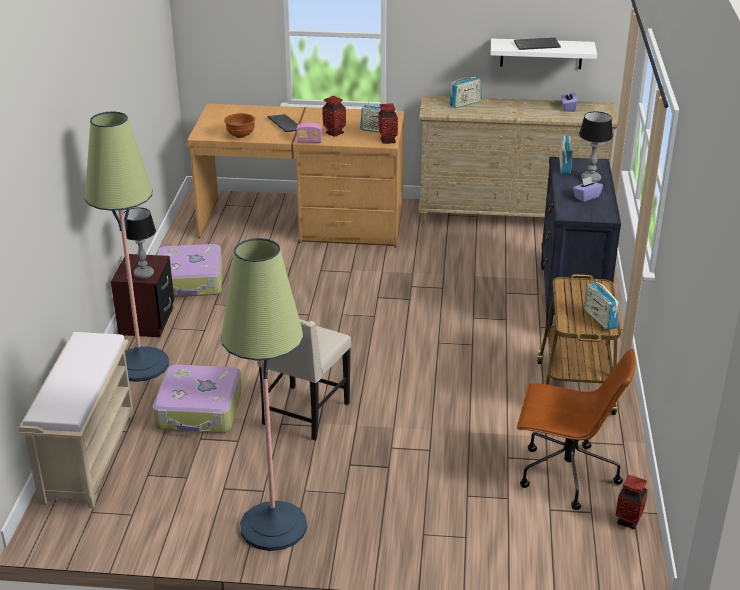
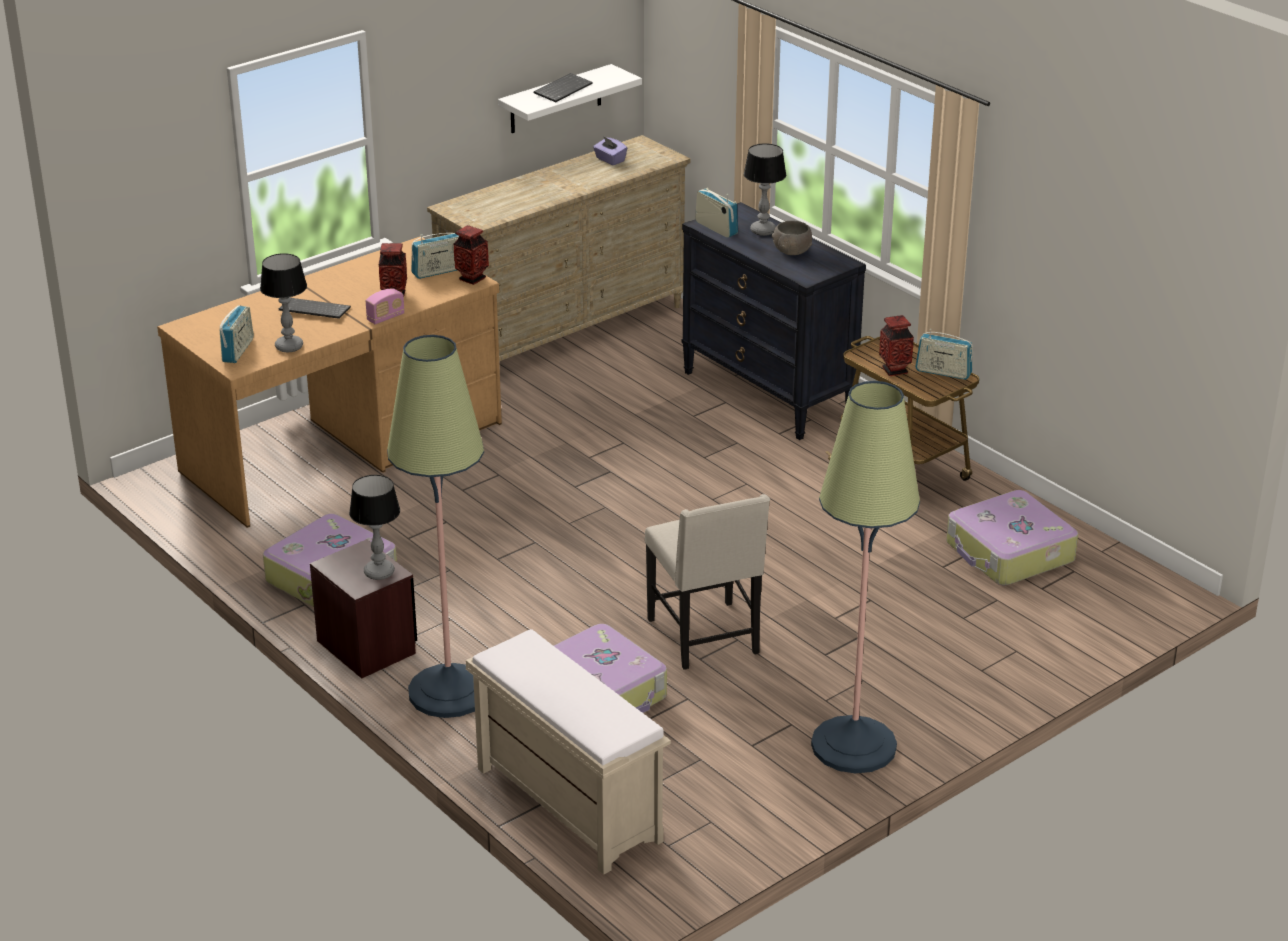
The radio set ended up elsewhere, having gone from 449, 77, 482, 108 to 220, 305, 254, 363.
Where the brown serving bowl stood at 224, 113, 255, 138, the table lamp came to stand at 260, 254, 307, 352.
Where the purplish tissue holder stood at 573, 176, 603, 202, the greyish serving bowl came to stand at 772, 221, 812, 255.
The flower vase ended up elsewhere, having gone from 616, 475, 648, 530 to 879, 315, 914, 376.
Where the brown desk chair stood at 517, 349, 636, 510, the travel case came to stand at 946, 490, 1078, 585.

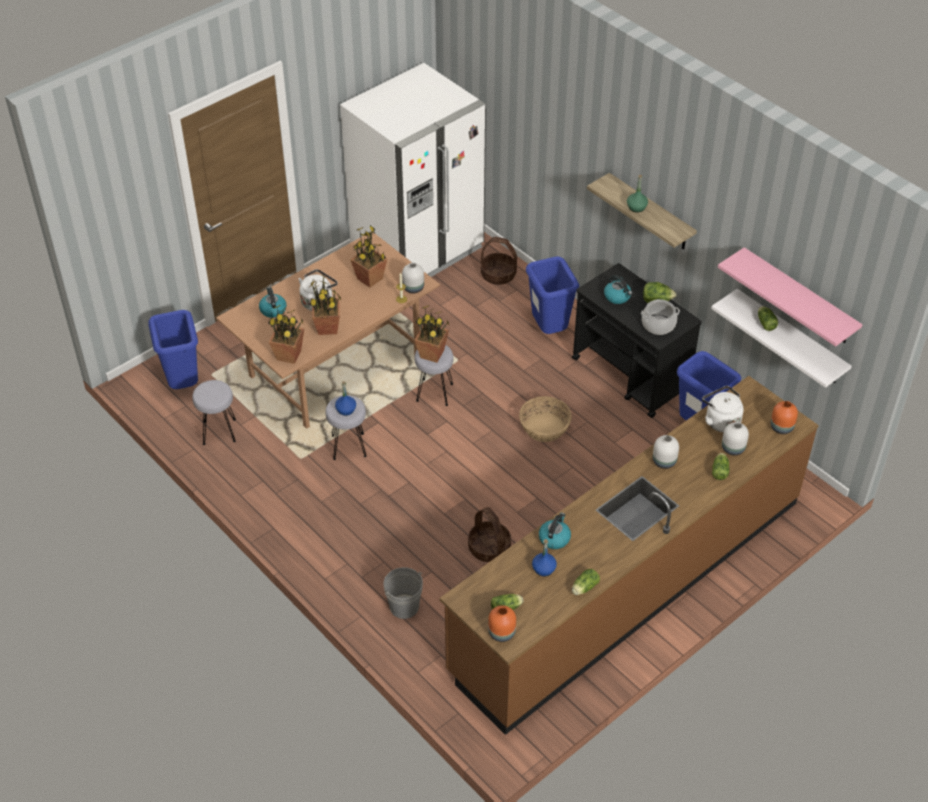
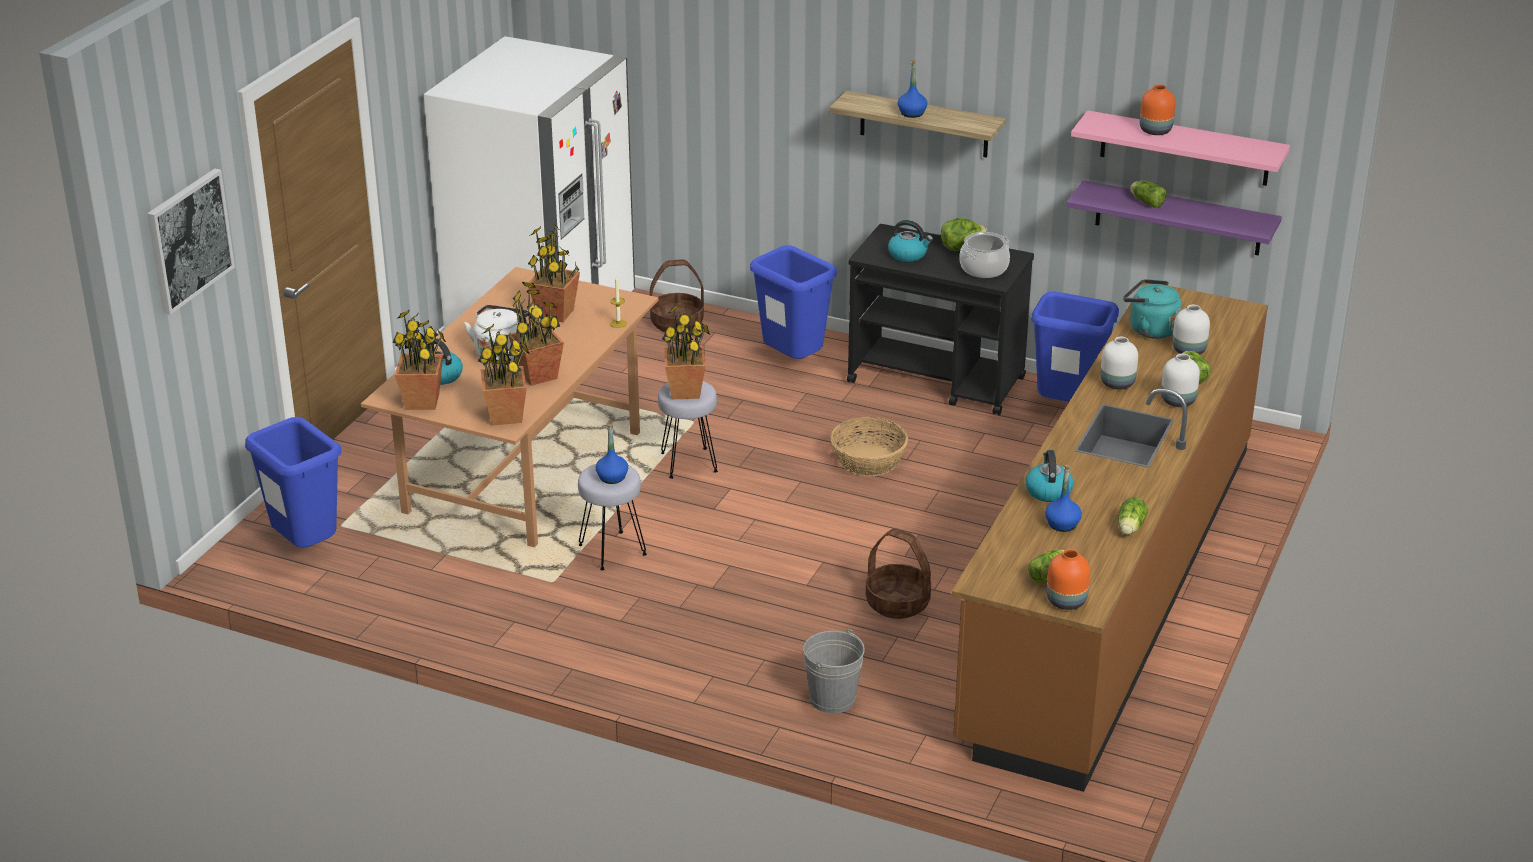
The second view gained the wall picture at 147, 168, 235, 315.
The second view gained the potted plant at 392, 310, 447, 410.
What was the greenish beverage bottle at 627, 175, 648, 213 turned into the blue-coloured beverage bottle at 897, 59, 927, 118.
What was the whitish wall shelf at 711, 289, 852, 388 turned into the purplish wall shelf at 1067, 180, 1282, 256.
What was the whitish tea kettle at 702, 386, 744, 432 turned into the blue-green tea kettle at 1123, 279, 1182, 339.
The orangey flower vase ended up elsewhere, having gone from 771, 401, 798, 434 to 1140, 84, 1175, 135.
The whitish flower vase ended up elsewhere, having gone from 402, 262, 424, 293 to 1161, 354, 1200, 407.
The second view lost the greyish sitting stool at 192, 380, 236, 445.

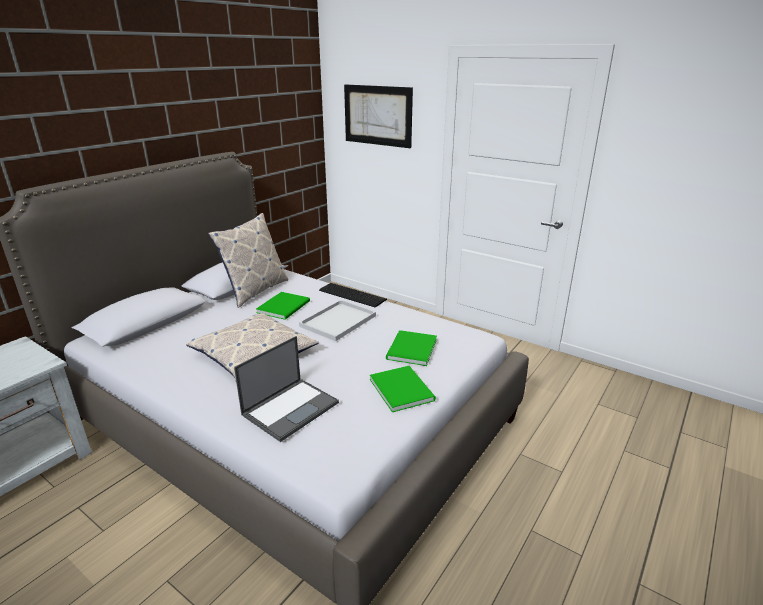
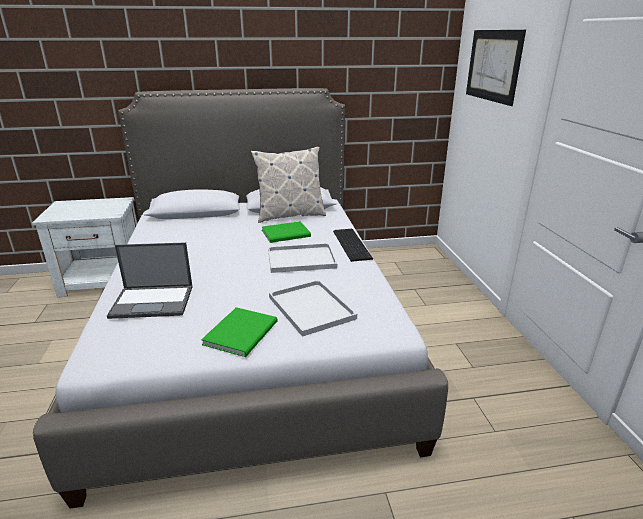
Where the greenish bound book stood at 386, 330, 437, 366, the whitish carrying tray came to stand at 269, 280, 357, 337.
The second view lost the throw pillow at 186, 313, 319, 381.

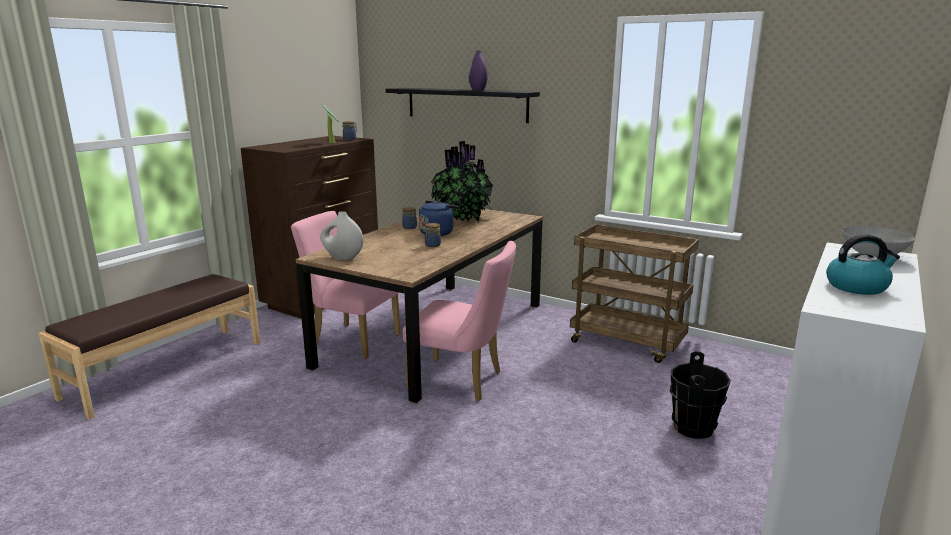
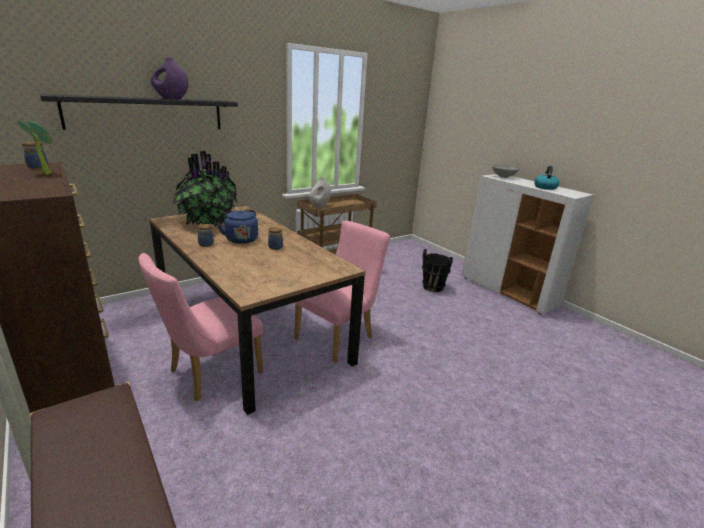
The whitish flower vase ended up elsewhere, having gone from 320, 211, 364, 260 to 309, 177, 331, 208.

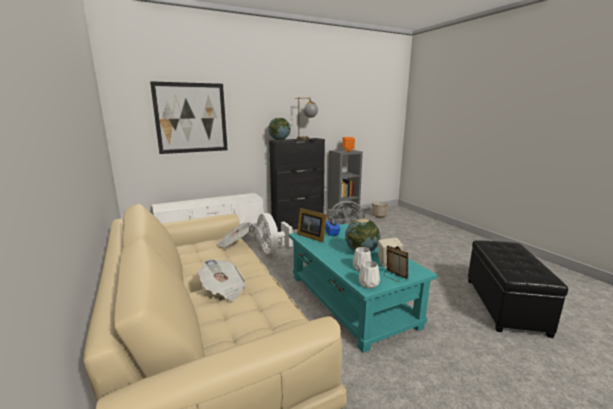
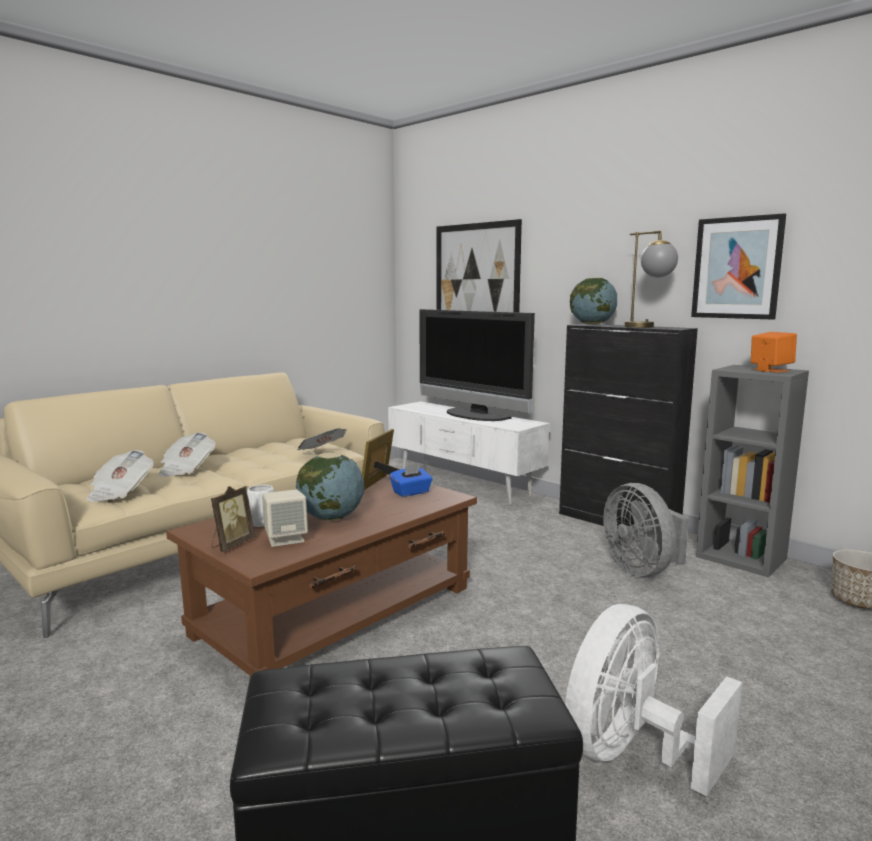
The second view gained the newspaper at 86, 450, 154, 502.
What was the blue-green lounge table at 289, 224, 437, 353 turned into the brown lounge table at 166, 474, 477, 677.
The second view gained the TV set at 419, 309, 535, 421.
The whitish fan ended up elsewhere, having gone from 257, 213, 293, 254 to 565, 604, 742, 797.
The second view gained the wall picture at 691, 213, 786, 320.
The second view lost the whitish flower vase at 359, 261, 380, 288.

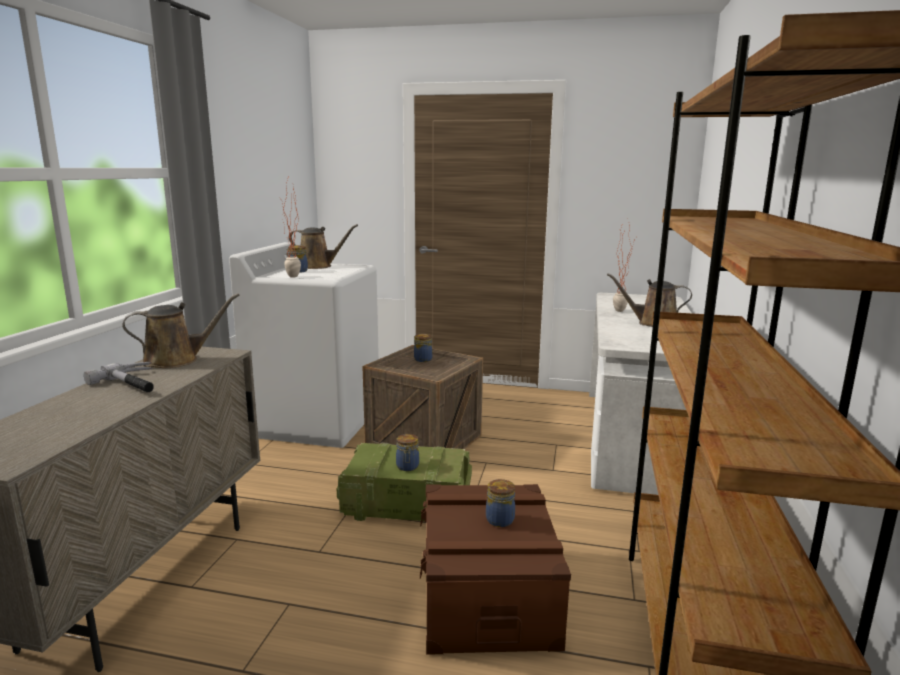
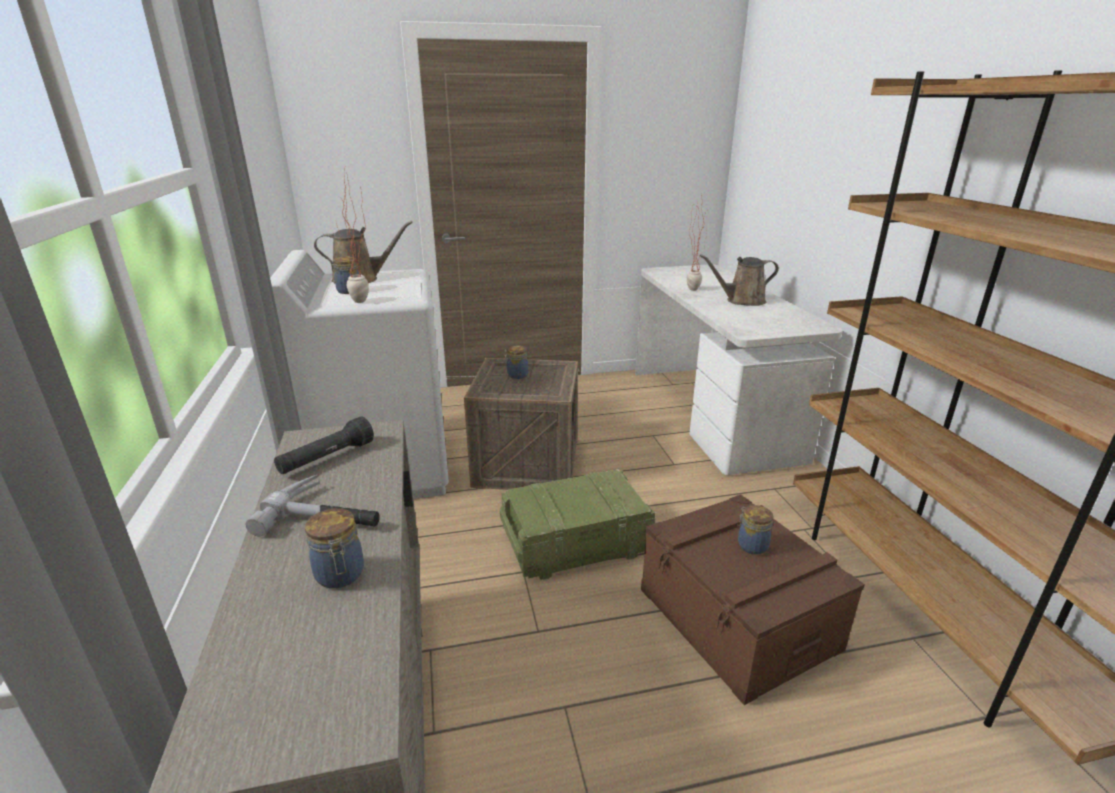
Where the brown watering pot stood at 122, 293, 240, 368, the black torch came to stand at 274, 416, 374, 474.
The storage jar ended up elsewhere, having gone from 396, 434, 419, 471 to 305, 508, 364, 588.

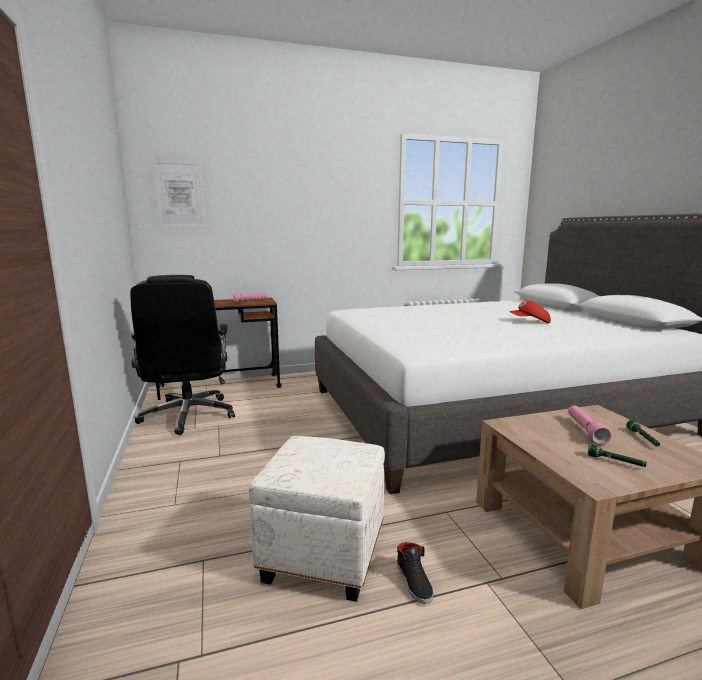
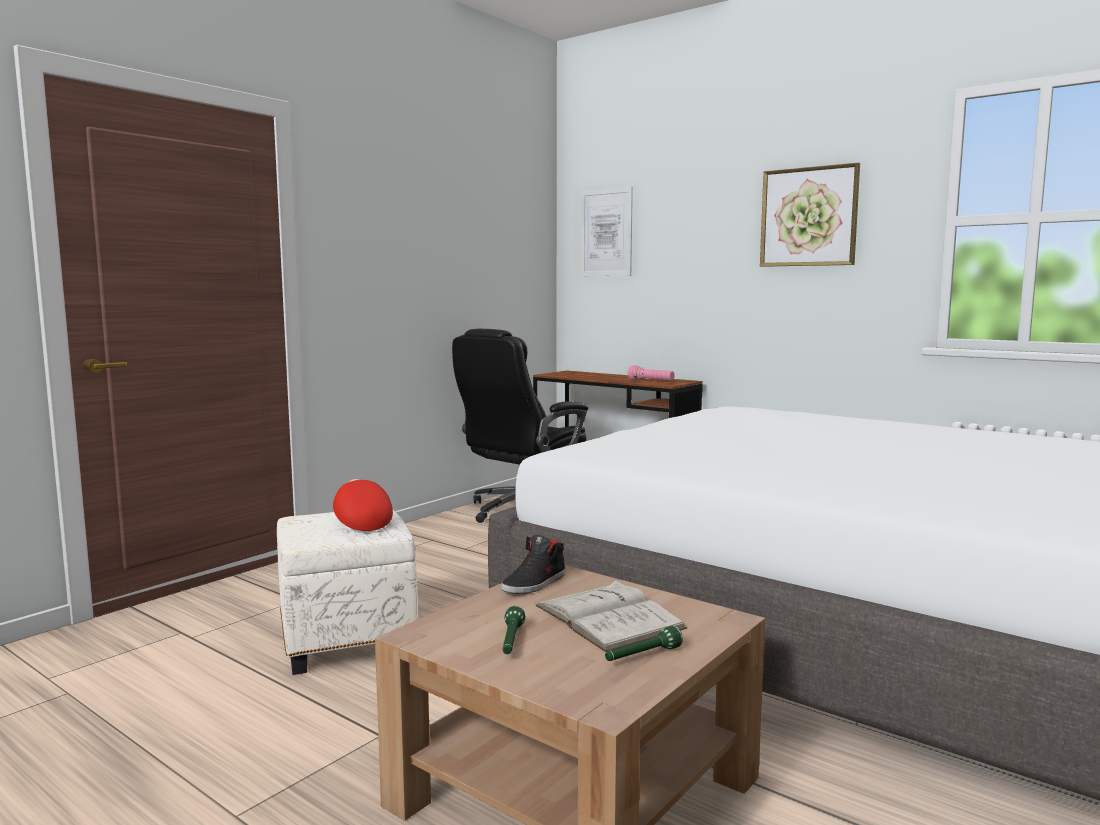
The red baseball cap ended up elsewhere, having gone from 509, 301, 551, 323 to 333, 479, 393, 531.
The black shoe ended up elsewhere, having gone from 397, 542, 433, 604 to 501, 535, 565, 594.
Where the pink torch stood at 568, 405, 611, 445, the whitish bound book came to stand at 535, 579, 687, 652.
The second view gained the wall picture at 760, 163, 860, 267.

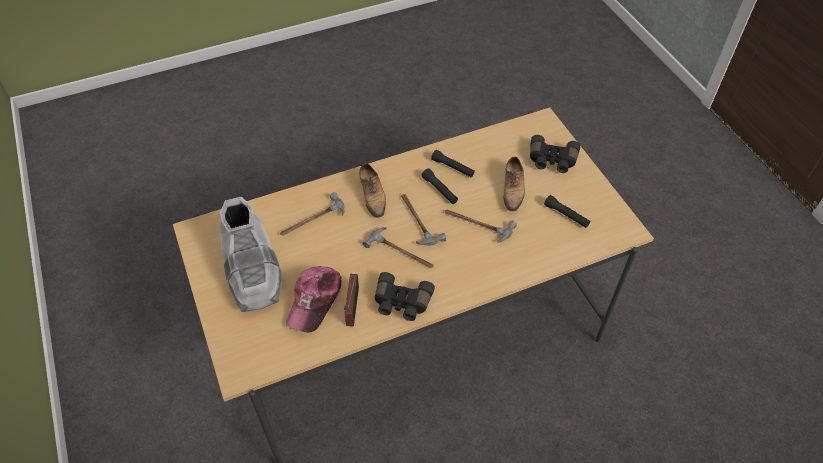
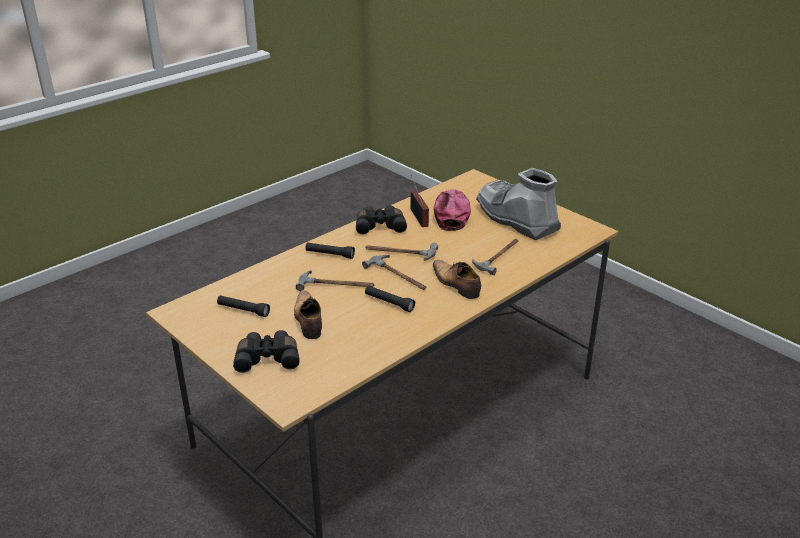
The black torch ended up elsewhere, having gone from 431, 150, 475, 177 to 305, 242, 355, 259.

